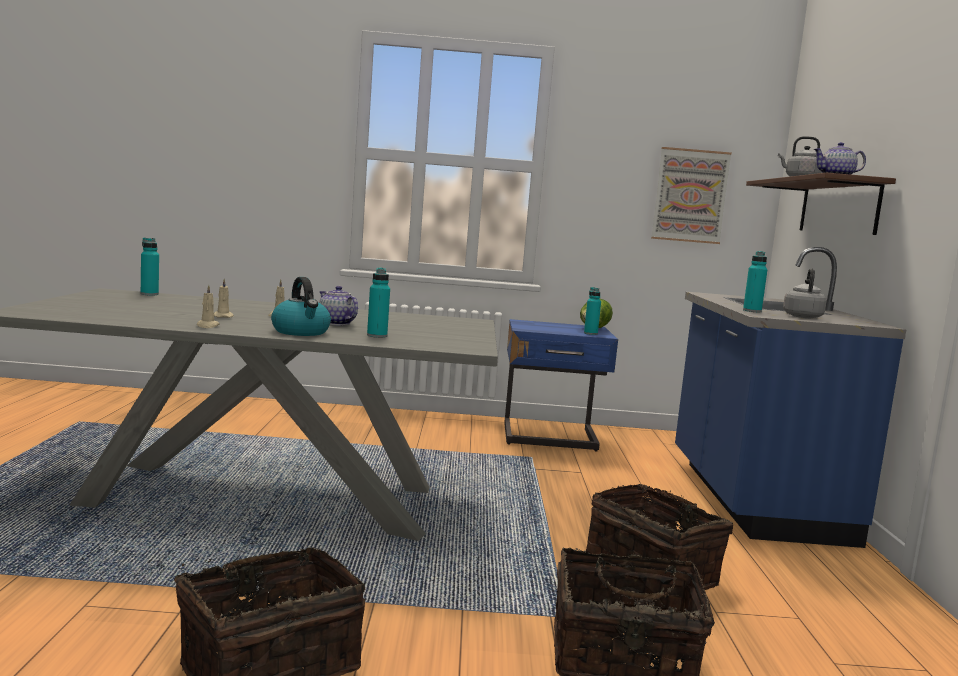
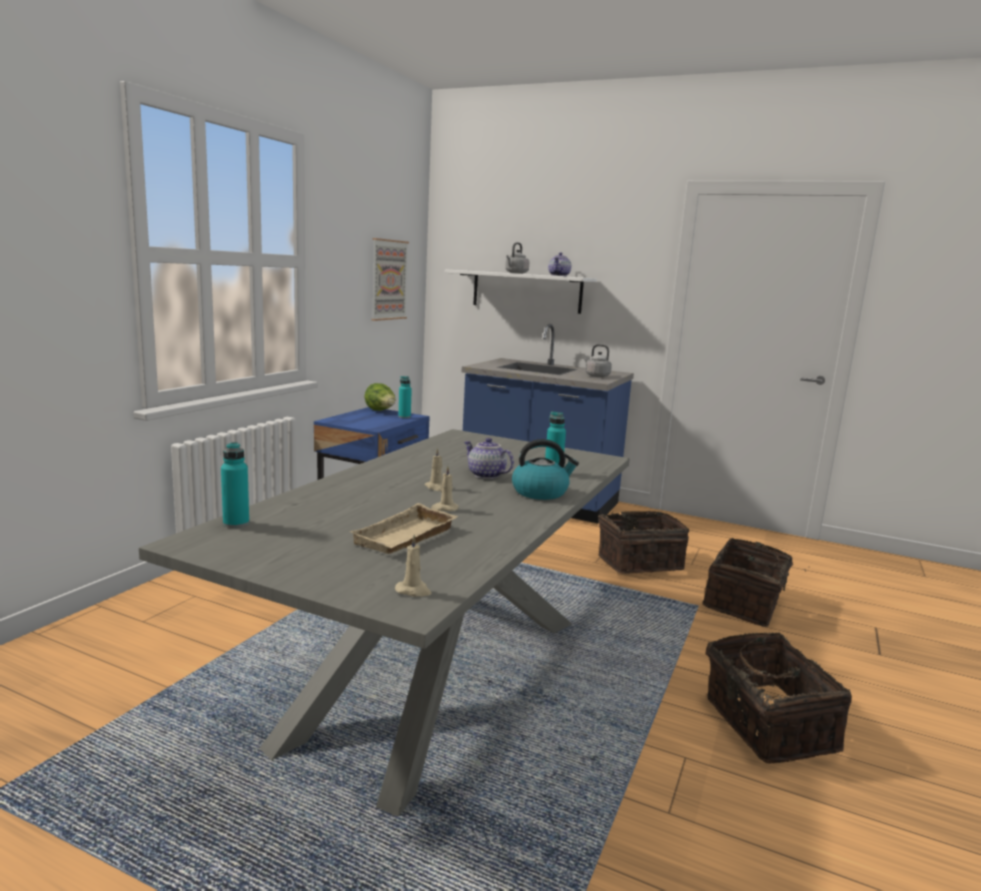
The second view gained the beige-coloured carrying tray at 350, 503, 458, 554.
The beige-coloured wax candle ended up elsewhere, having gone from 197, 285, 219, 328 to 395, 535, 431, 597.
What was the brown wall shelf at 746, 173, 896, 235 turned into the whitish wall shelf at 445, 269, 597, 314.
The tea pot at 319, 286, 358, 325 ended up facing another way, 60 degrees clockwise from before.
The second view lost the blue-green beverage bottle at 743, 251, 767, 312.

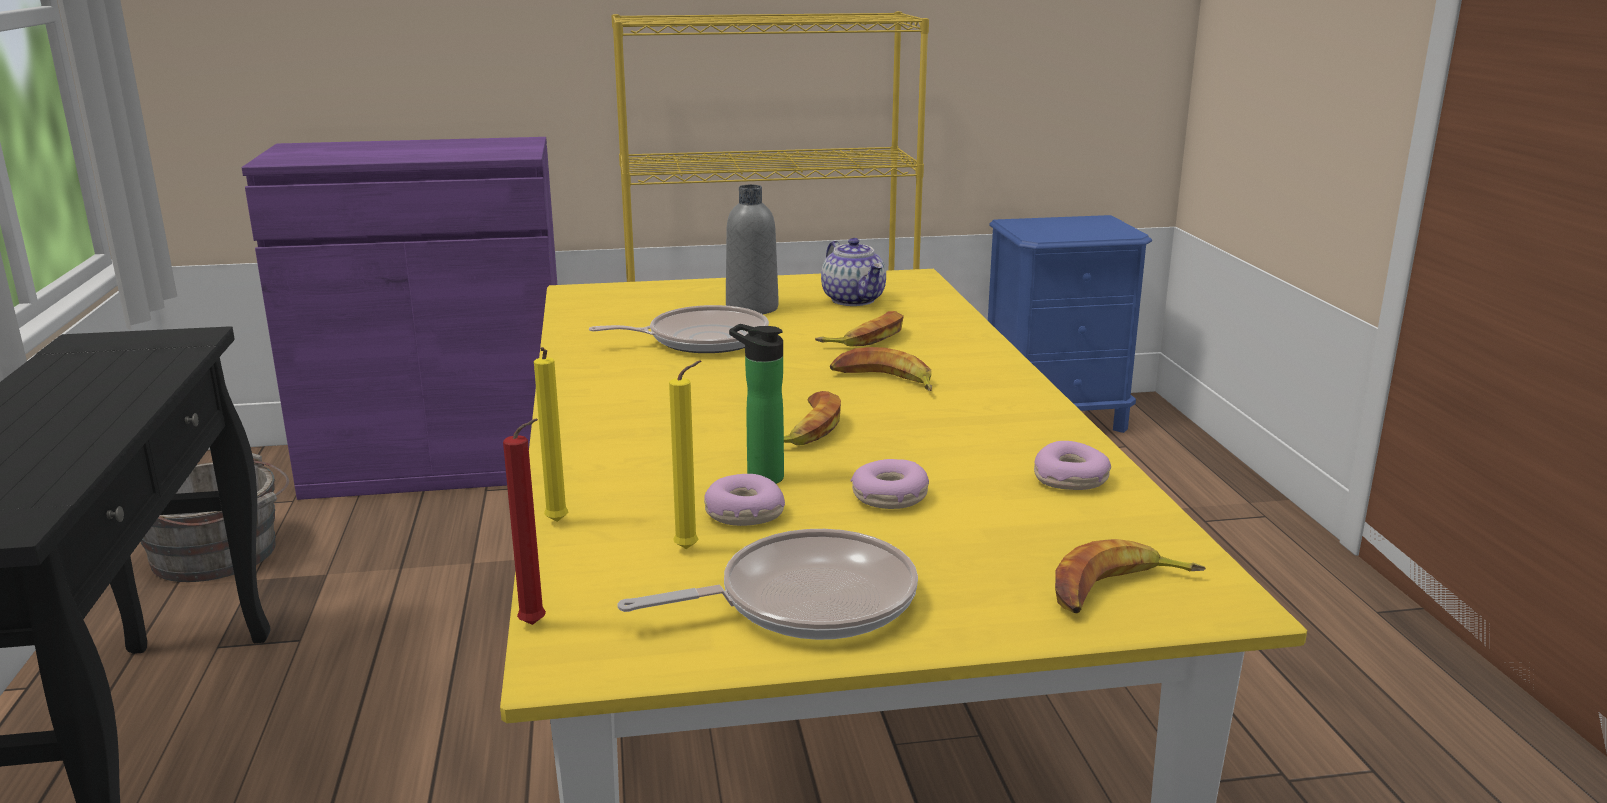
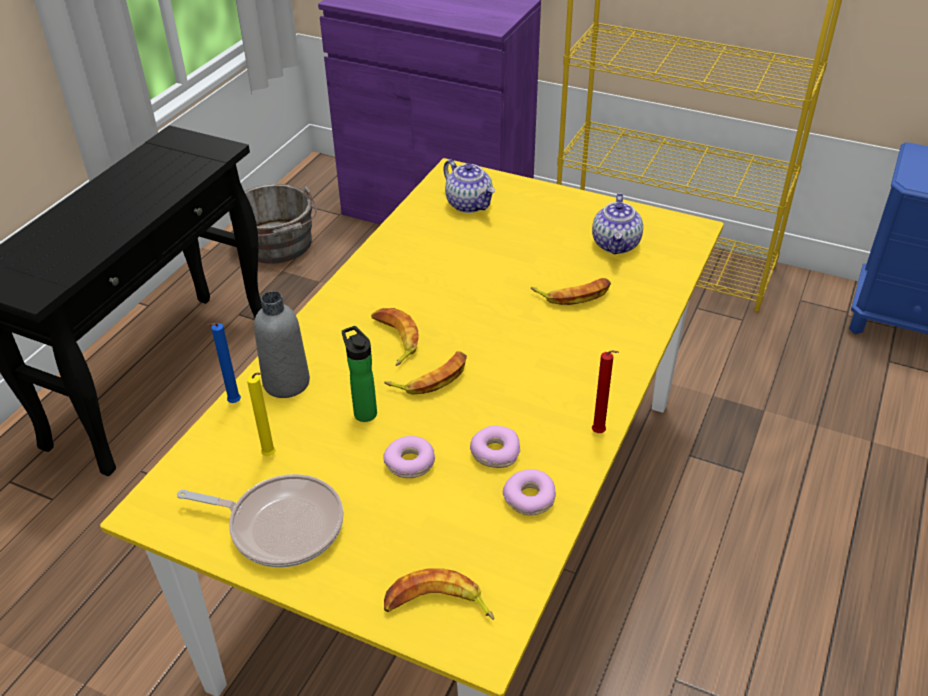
What was the yellow-coloured wax candle at 534, 347, 568, 522 turned into the blue-coloured wax candle at 208, 323, 241, 403.
The greyish beverage bottle ended up elsewhere, having gone from 726, 185, 779, 314 to 254, 291, 310, 398.
The banana ended up elsewhere, having gone from 830, 347, 932, 391 to 371, 308, 419, 366.
The second view gained the tea pot at 443, 159, 495, 213.
The doughnut ended up elsewhere, having gone from 704, 474, 785, 526 to 470, 426, 520, 468.
The red wax candle ended up elsewhere, having gone from 503, 419, 546, 625 to 592, 350, 619, 433.
The second view lost the frying pan at 589, 305, 769, 353.

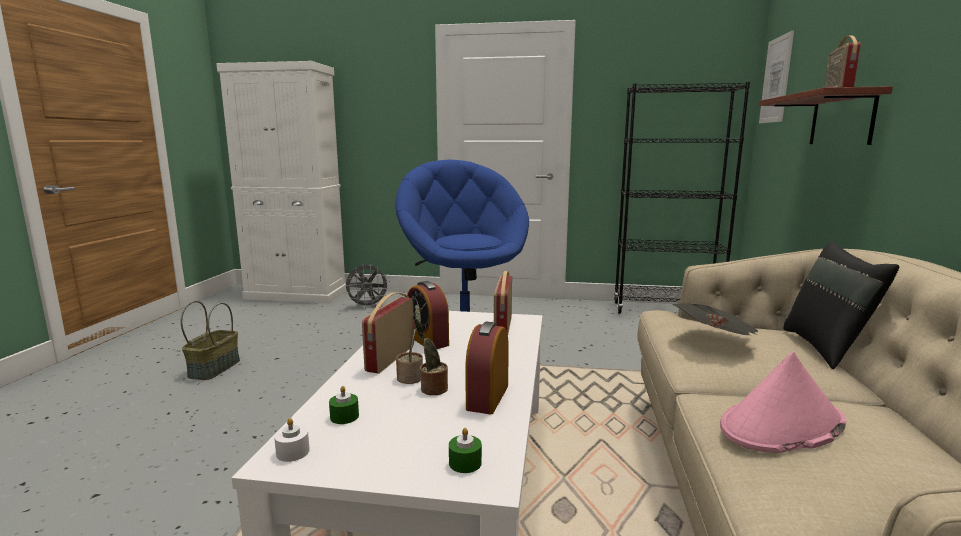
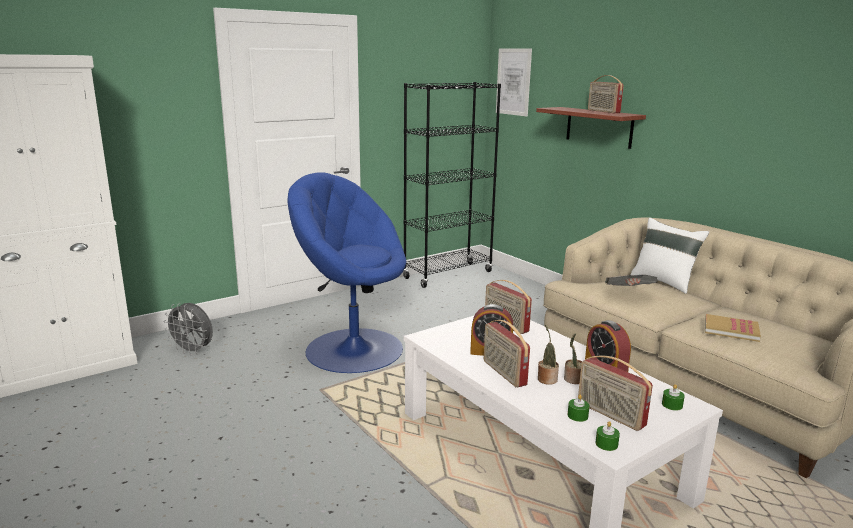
The greyish fan at 344, 265, 390, 309 ended up facing another way, 90 degrees clockwise from before.
The second view gained the radio set at 578, 356, 653, 431.
What was the whitish wax candle at 274, 418, 310, 462 turned into the greenish wax candle at 595, 421, 620, 451.
What was the black throw pillow at 783, 242, 899, 369 turned into the whitish throw pillow at 630, 217, 709, 294.
Where the pink wearable hat stood at 720, 352, 846, 453, the bound book came to stand at 705, 314, 761, 342.
The second view lost the storage basket at 181, 301, 240, 380.

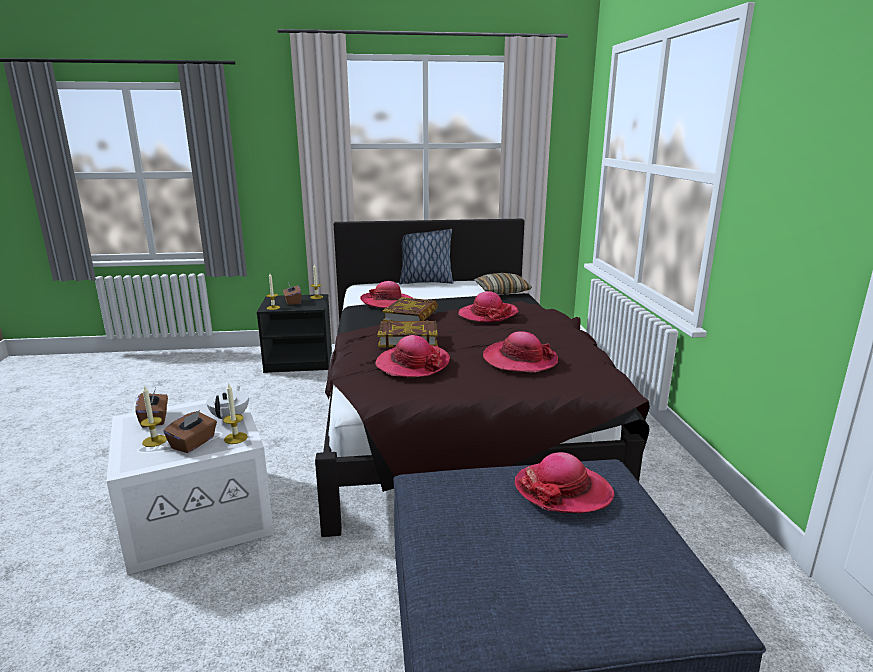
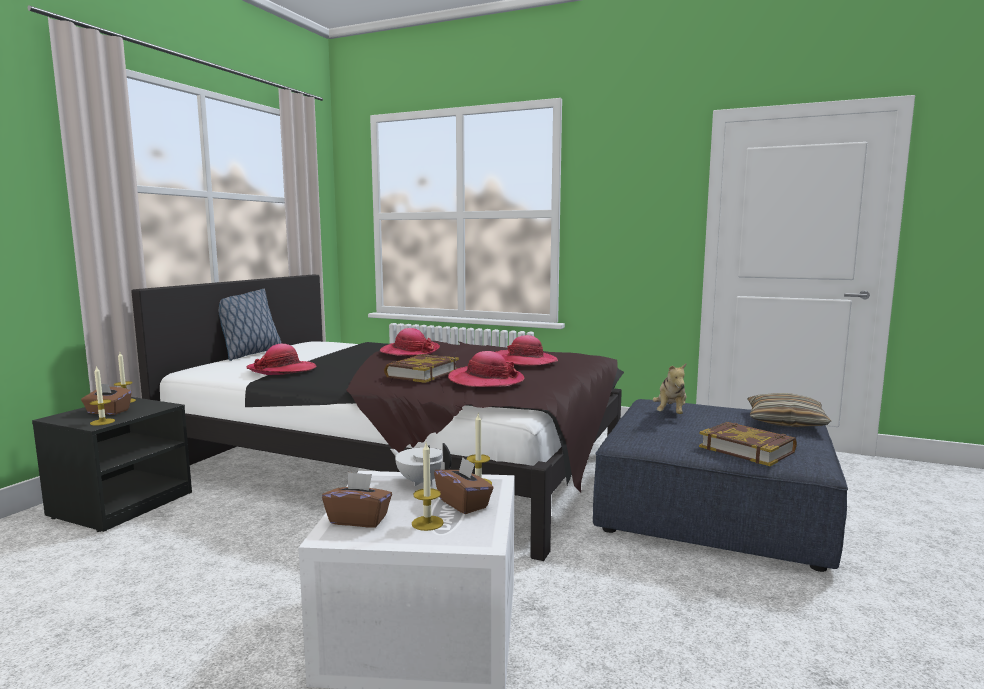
Where the wearable hat stood at 515, 452, 614, 513, the cuddly toy came to stand at 653, 363, 686, 414.
The bound book ended up elsewhere, having gone from 382, 297, 438, 321 to 699, 422, 797, 466.
The throw pillow ended up elsewhere, having gone from 474, 273, 532, 294 to 747, 393, 831, 427.

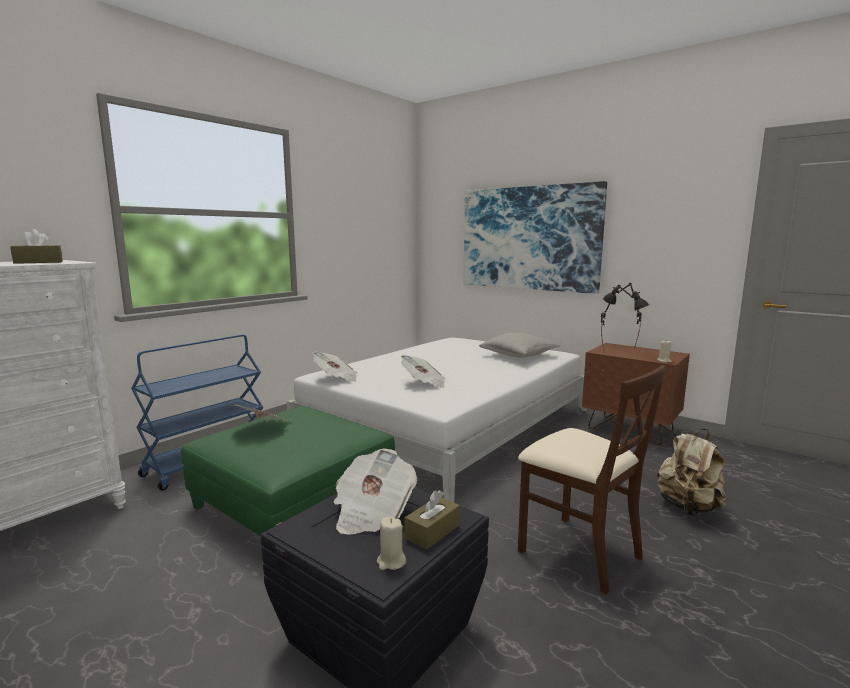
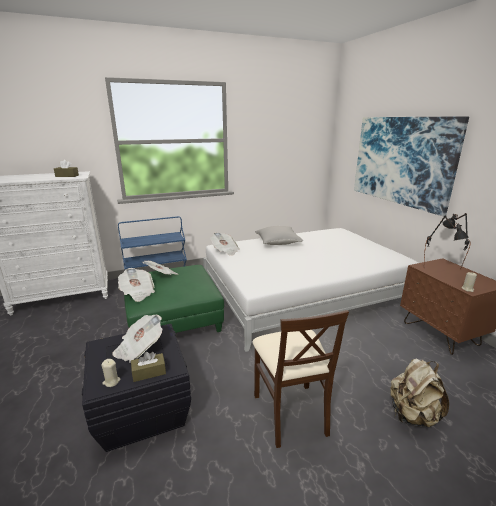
The newspaper ended up elsewhere, having gone from 401, 355, 445, 388 to 118, 268, 155, 302.
The greyish throw pillow ended up elsewhere, having gone from 479, 333, 561, 358 to 255, 226, 303, 245.

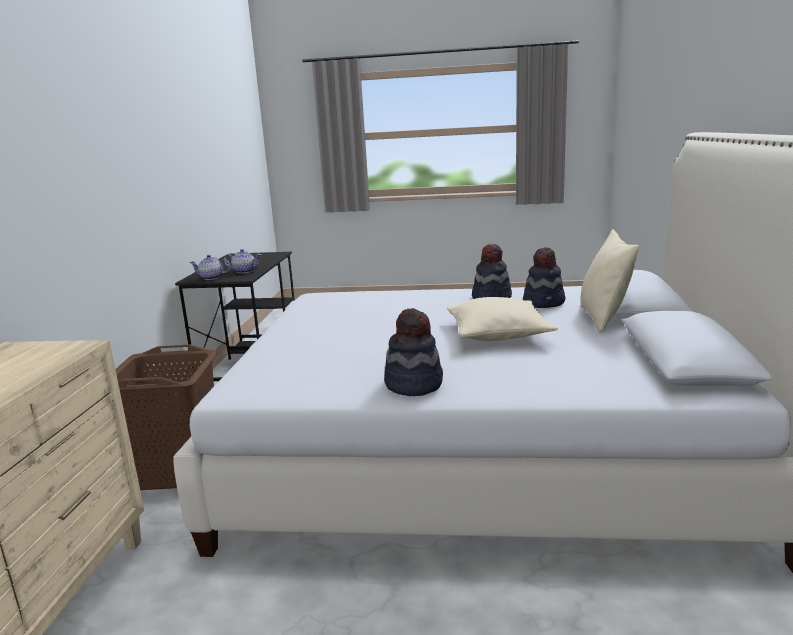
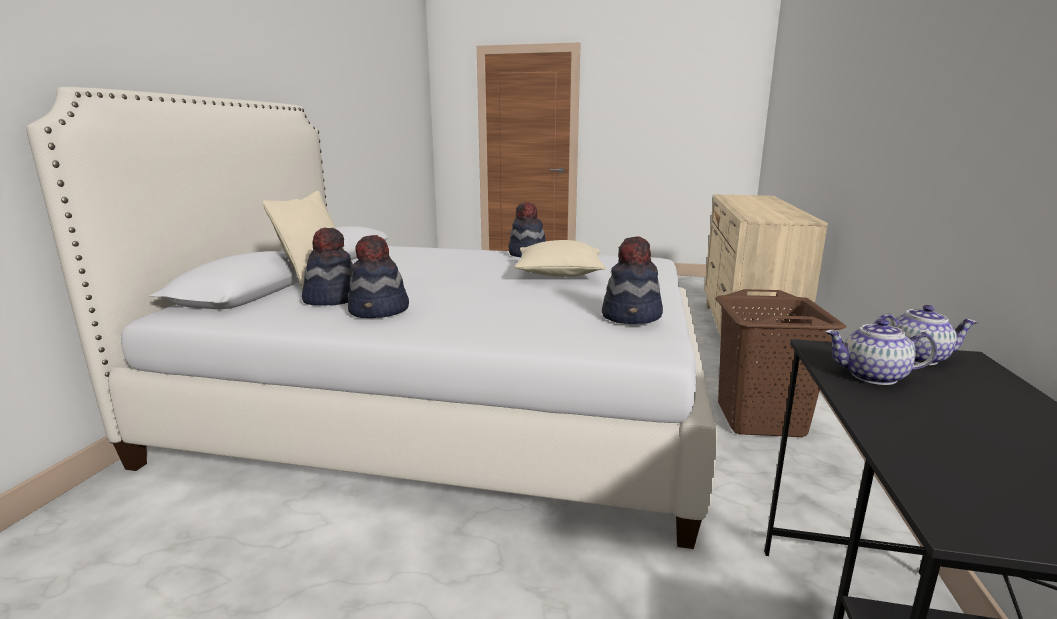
The beige-coloured throw pillow ended up elsewhere, having gone from 447, 297, 558, 341 to 514, 240, 606, 277.
The second view gained the wearable hat at 602, 236, 663, 324.

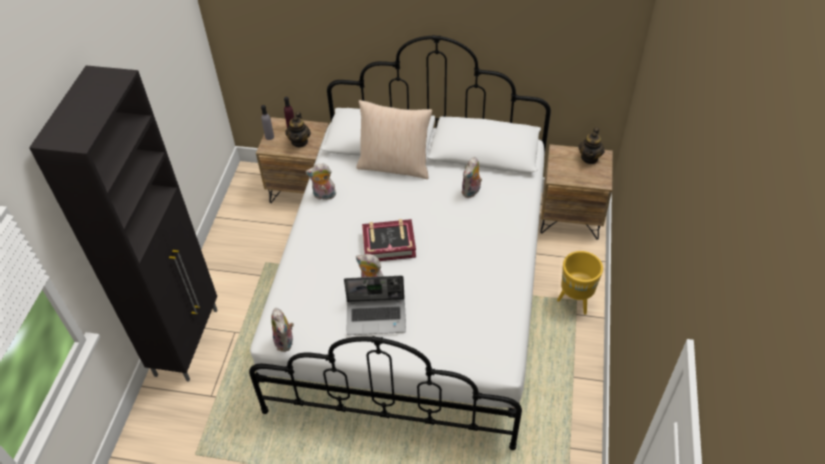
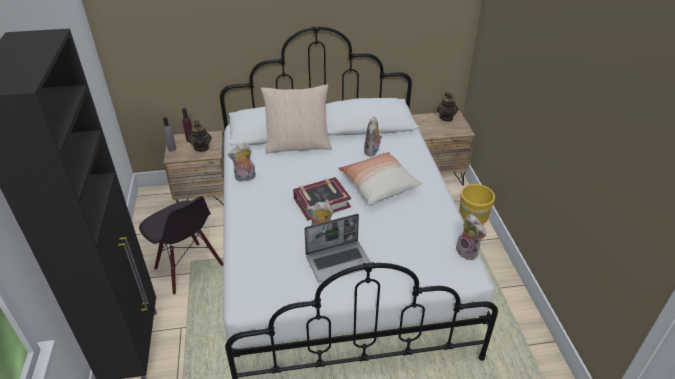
The second view gained the black plain chair at 139, 196, 223, 295.
The second view gained the throw pillow at 338, 152, 422, 205.
The cuddly toy ended up elsewhere, having gone from 271, 308, 294, 352 to 456, 214, 486, 260.

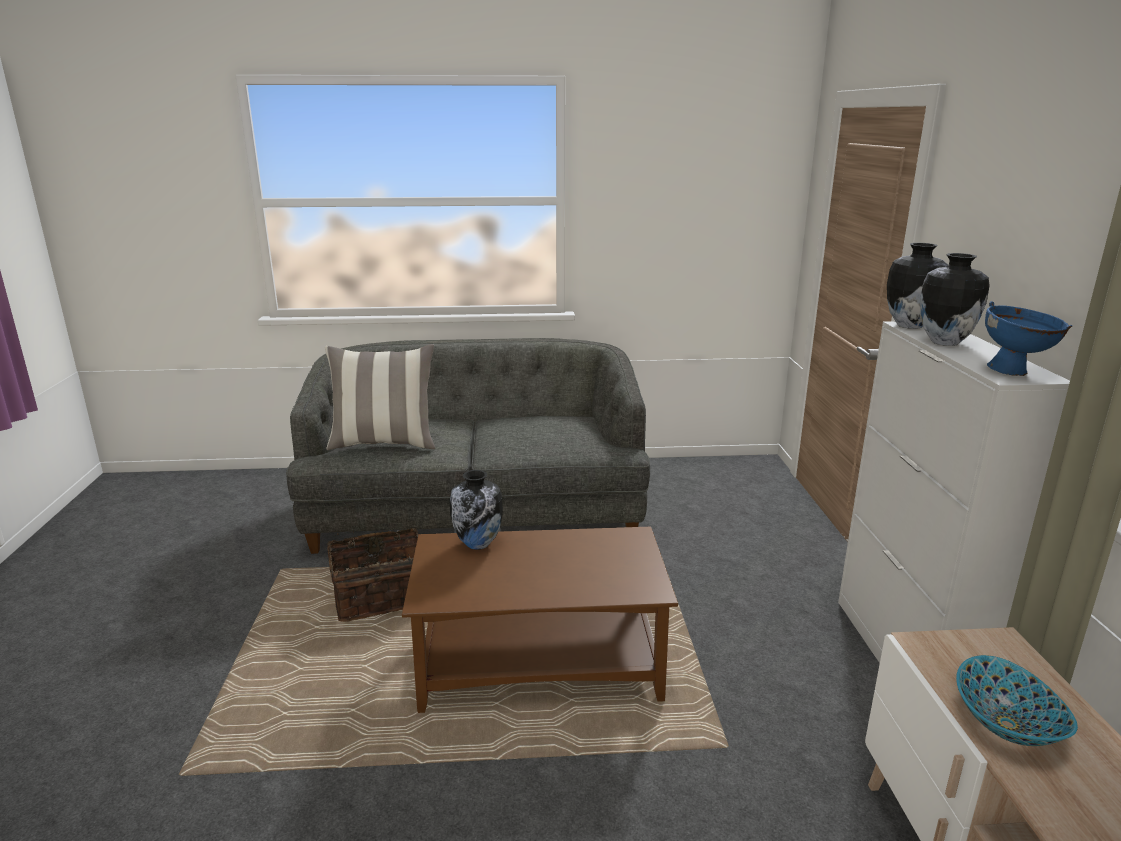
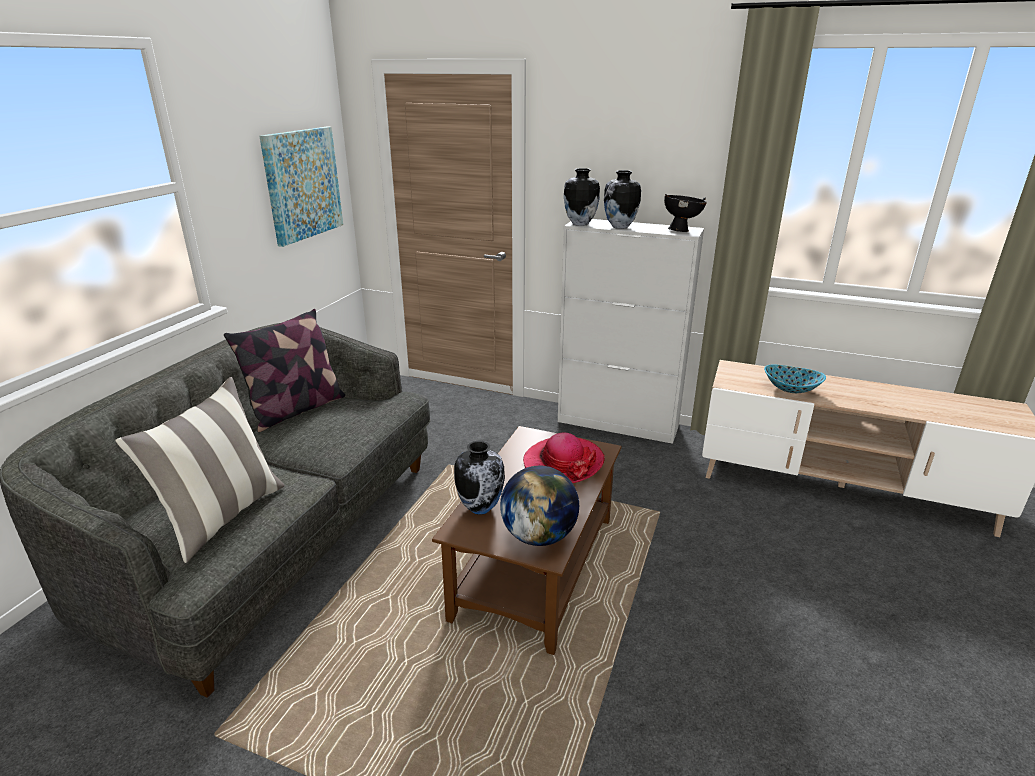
The second view gained the throw pillow at 224, 309, 345, 432.
The second view gained the wall picture at 259, 127, 343, 247.
The second view gained the globe at 500, 466, 579, 546.
The second view gained the wearable hat at 523, 432, 605, 483.
What was the blue-coloured serving bowl at 985, 301, 1072, 376 turned into the black serving bowl at 664, 194, 707, 232.
The second view lost the storage basket at 327, 528, 419, 622.

